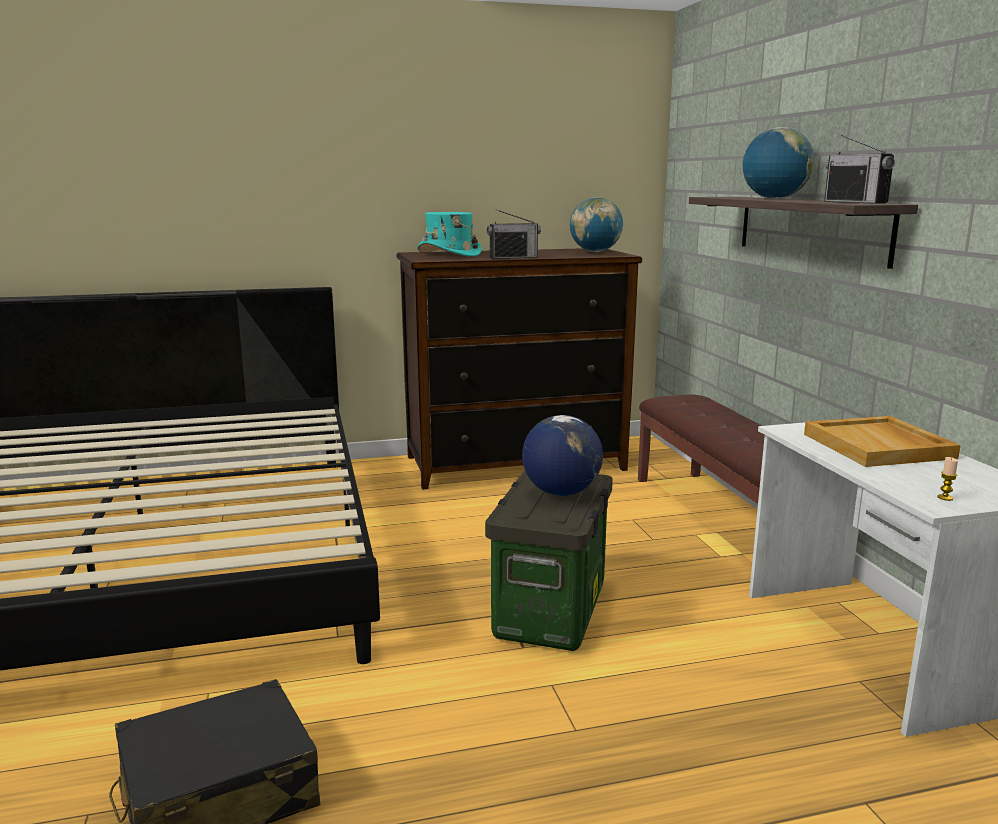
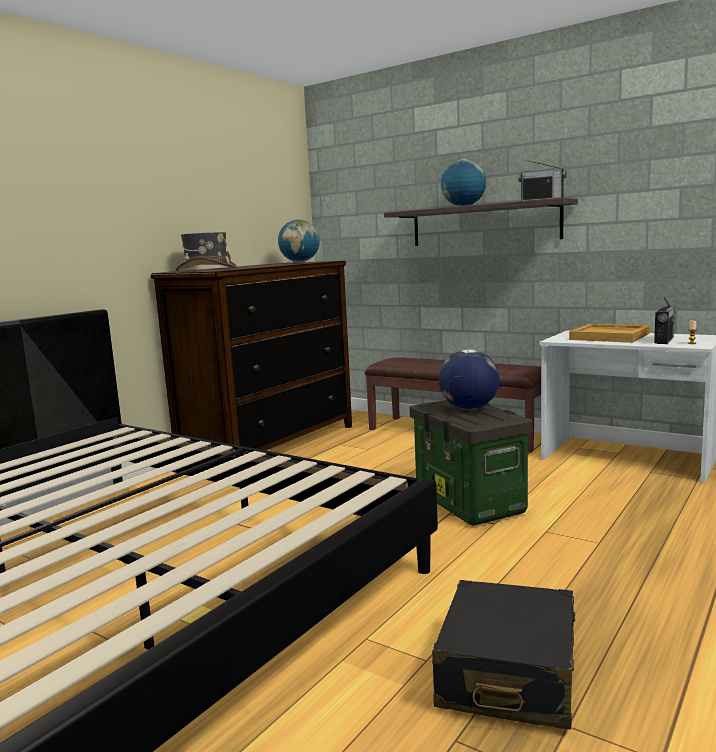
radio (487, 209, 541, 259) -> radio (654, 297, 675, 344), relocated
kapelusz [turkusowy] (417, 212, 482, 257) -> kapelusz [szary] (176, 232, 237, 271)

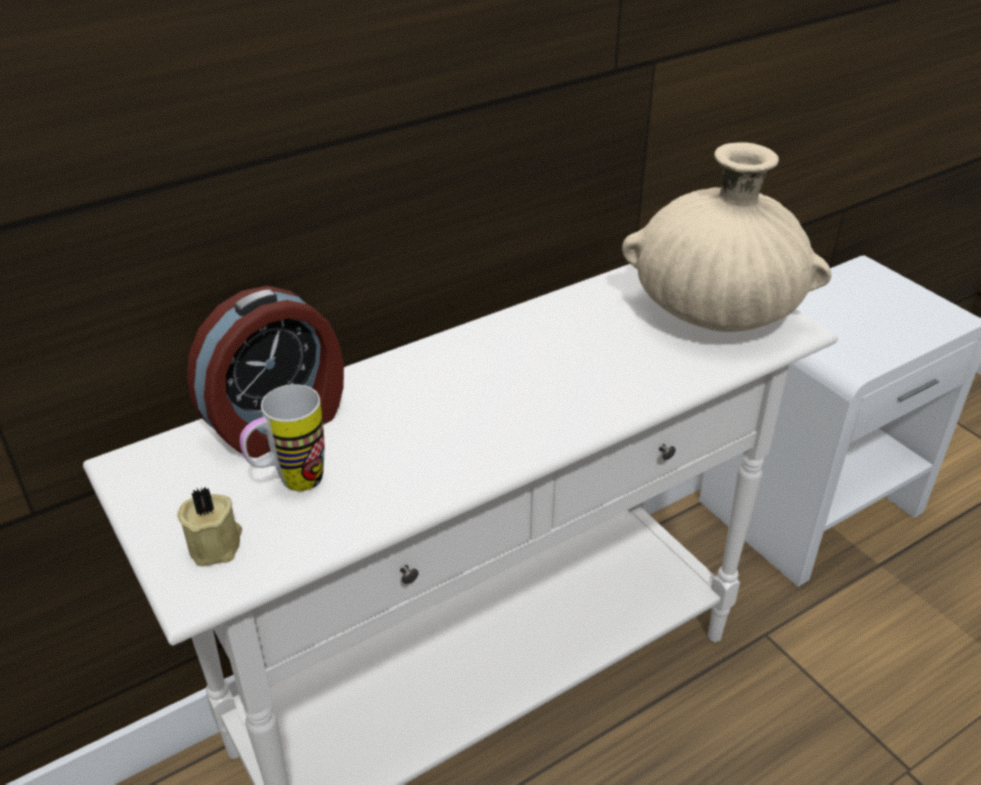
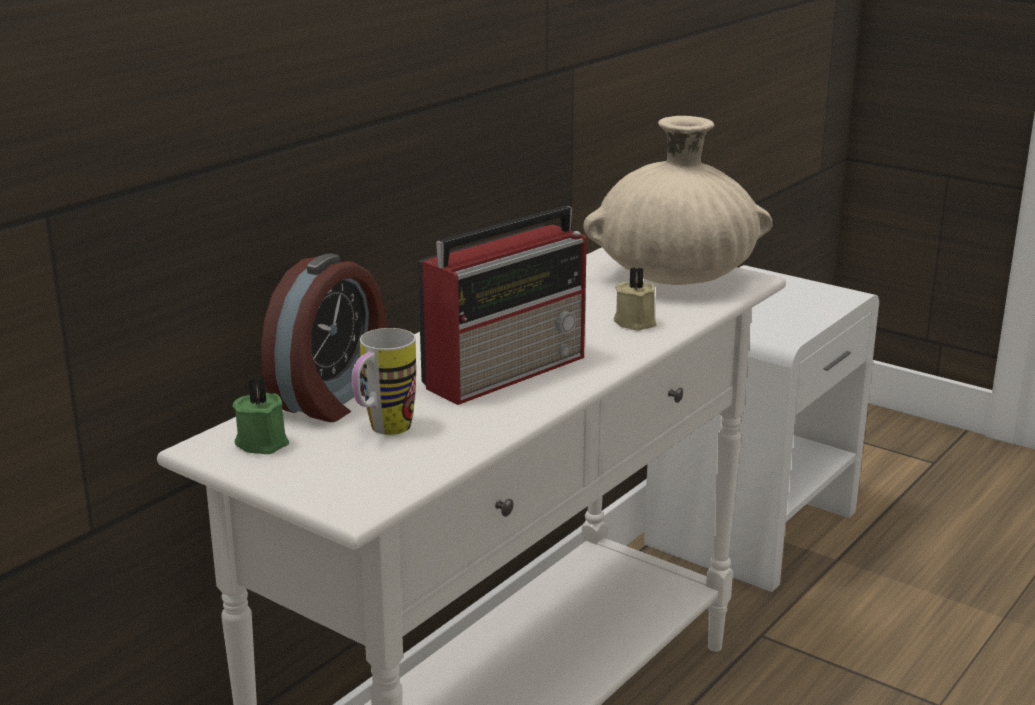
none -> świeca [zielony] (233, 378, 289, 454)
none -> radio (418, 206, 587, 405)
świeca [beżowy] (177, 487, 242, 567) -> świeca [beżowy] (614, 267, 657, 331), relocated

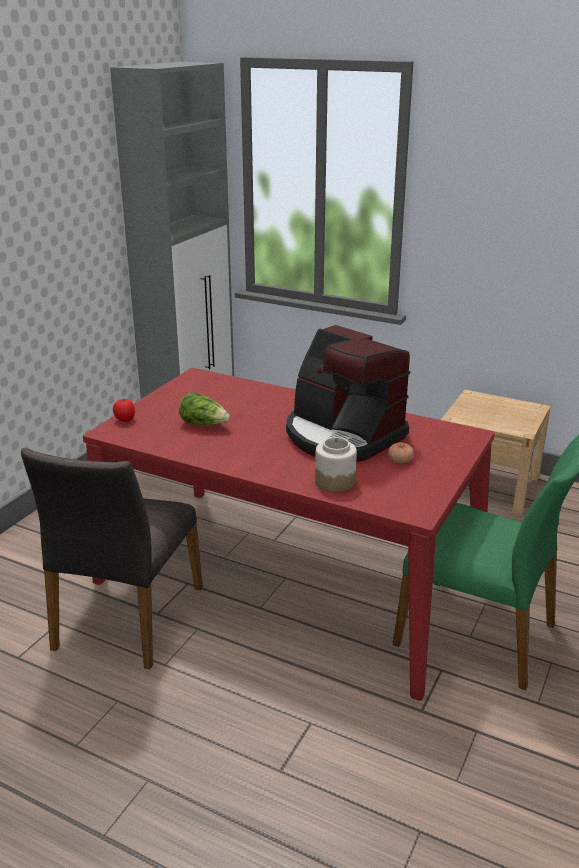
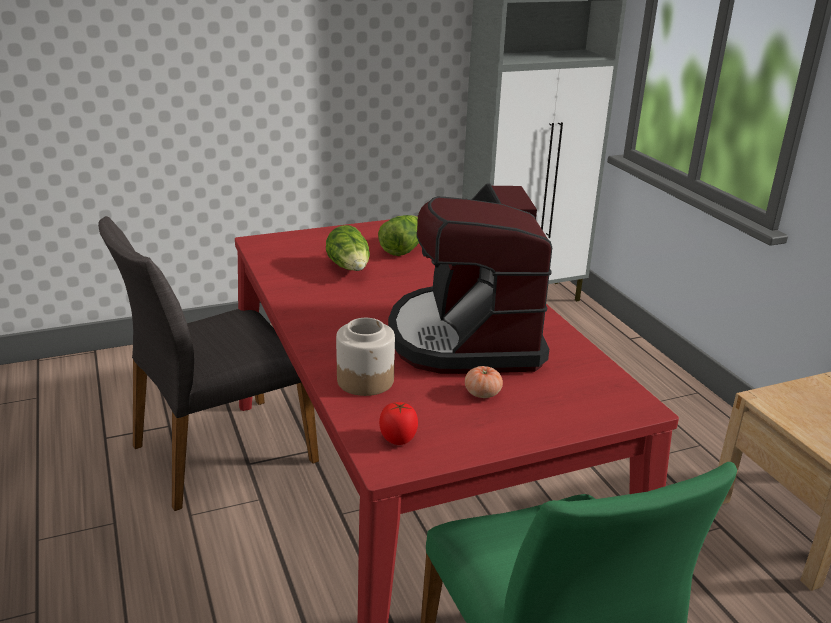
none -> sałata (378, 215, 419, 256)
pomidor (113, 398, 135, 422) -> pomidor (379, 402, 418, 445), relocated

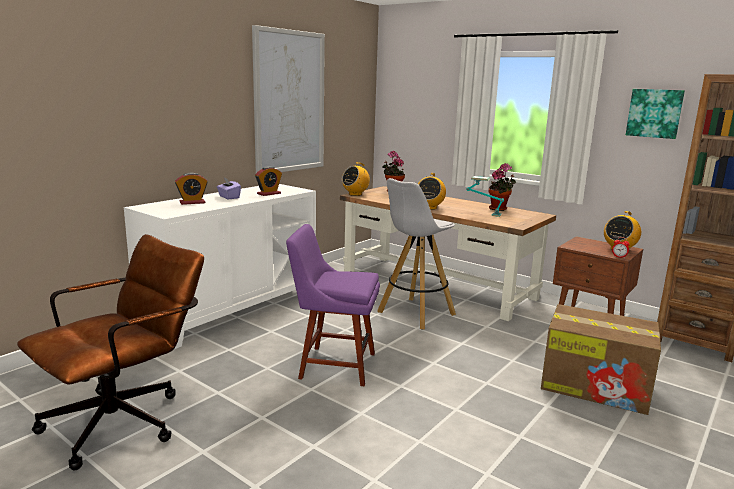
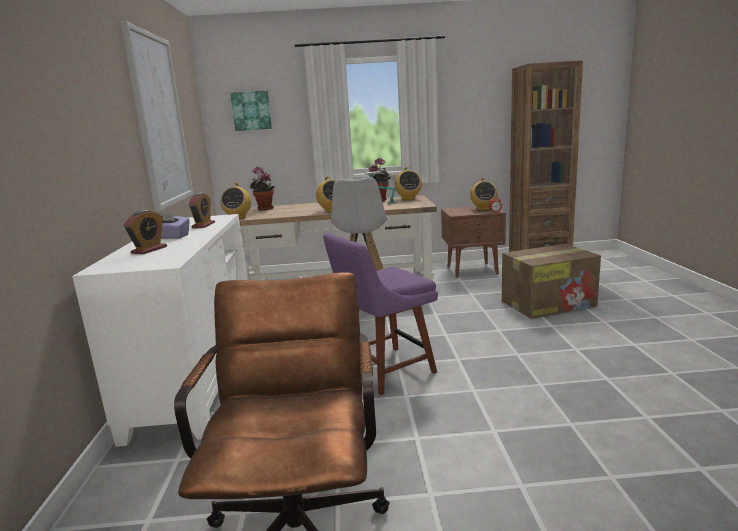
none -> radio (394, 167, 422, 200)
obraz (626, 89, 685, 139) -> obraz (230, 91, 272, 131), relocated

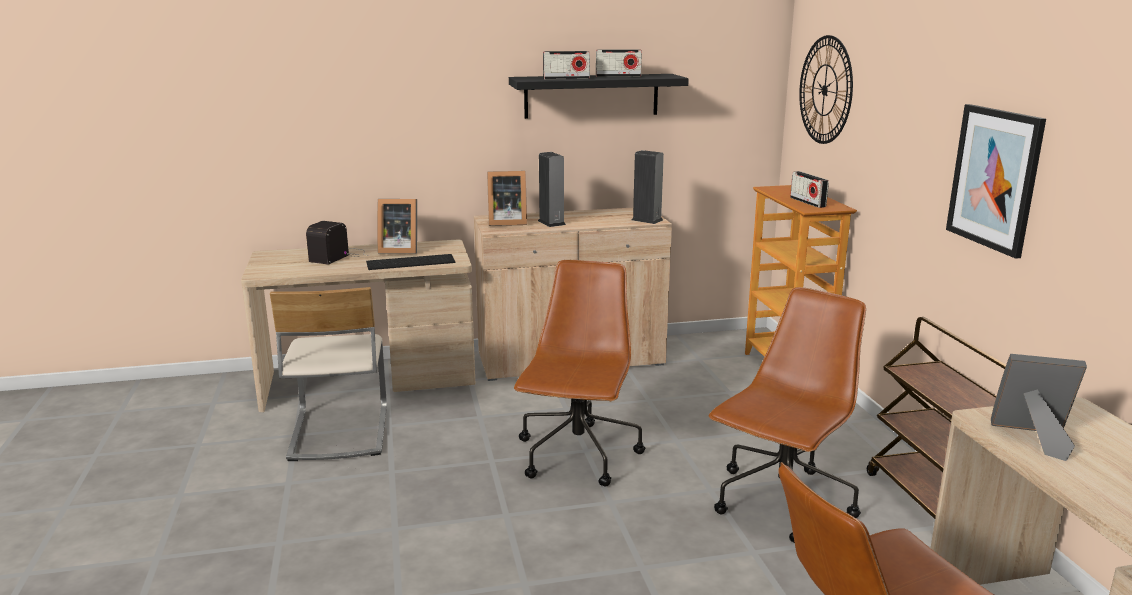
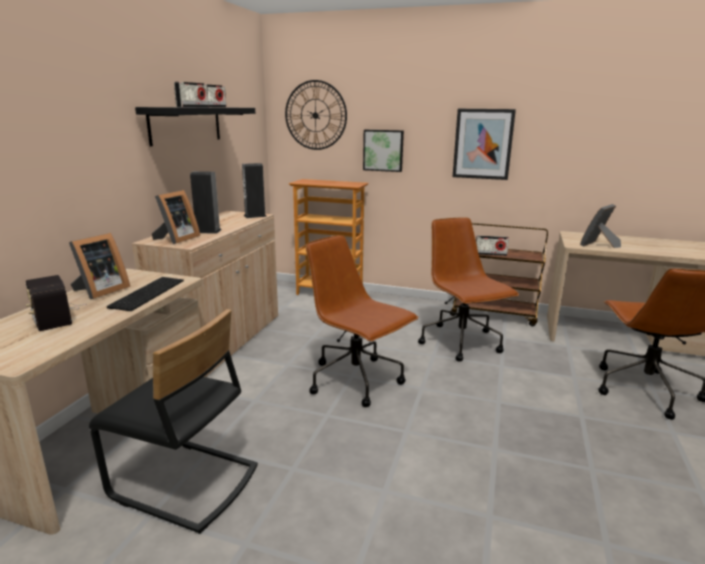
none -> obraz (363, 130, 404, 172)
radio (790, 171, 829, 208) -> radio (476, 236, 509, 256), relocated
krzesło [beżowy] (270, 287, 387, 461) -> krzesło [czarny] (89, 309, 258, 534)

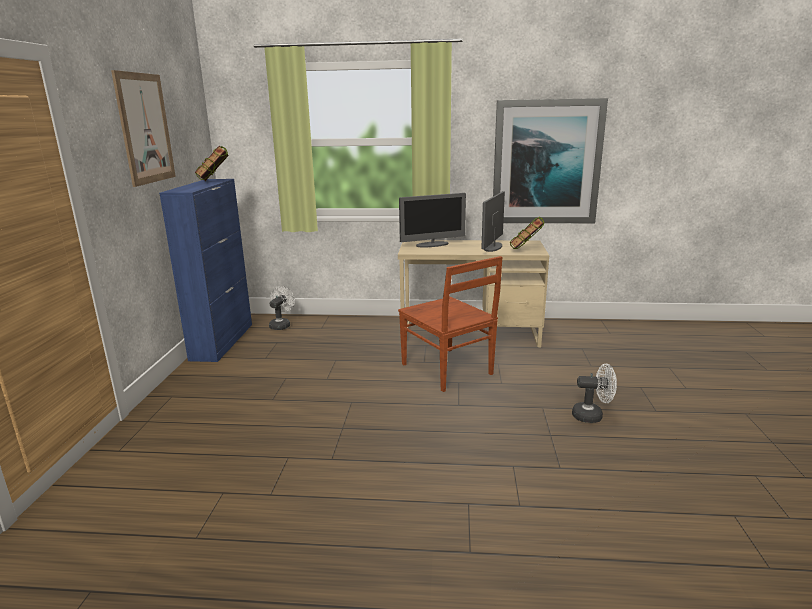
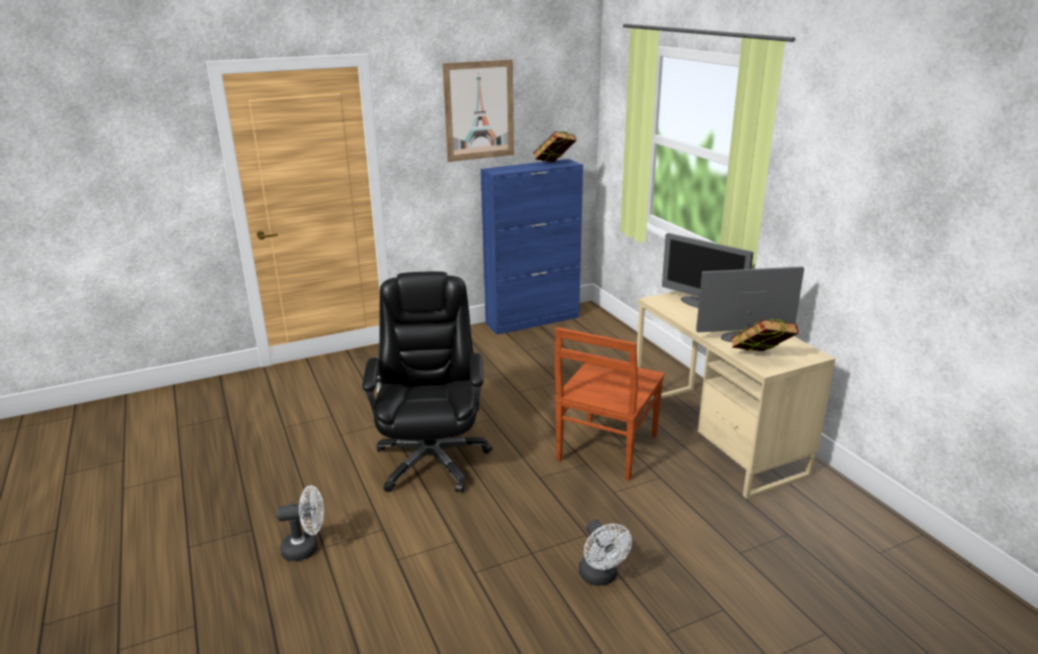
obraz (493, 98, 608, 223) -> none
none -> krzesło biurowe [czarny] (362, 271, 493, 492)
wentylator [biały] (269, 286, 295, 330) -> wentylator [biały] (276, 485, 324, 561), relocated

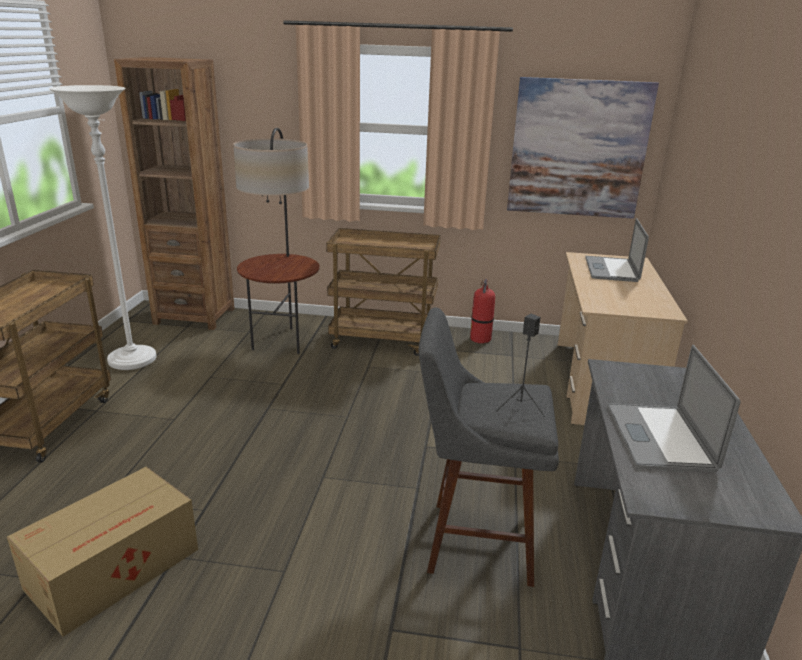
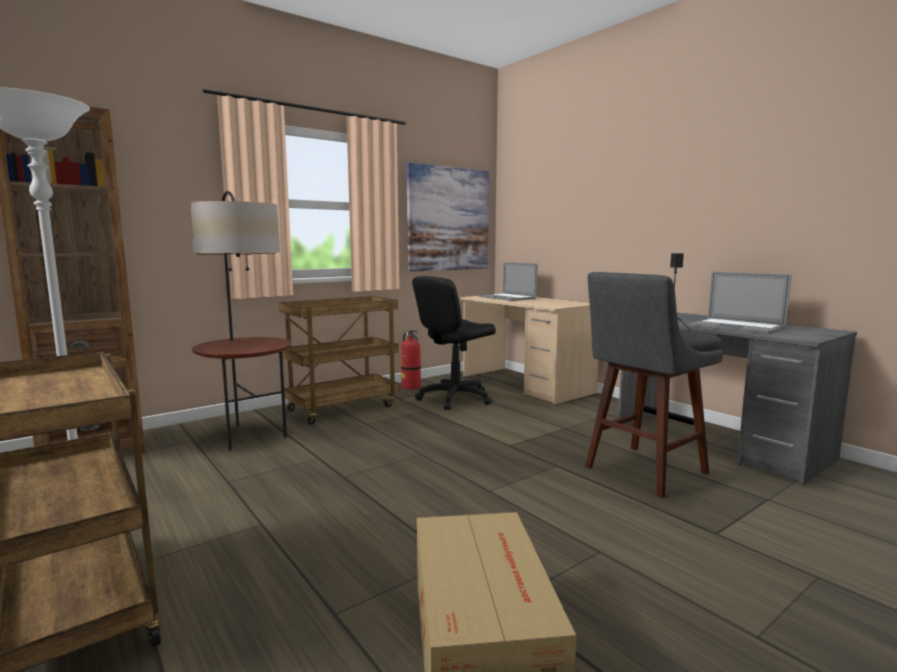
none -> krzesło biurowe [czarny] (412, 276, 496, 410)

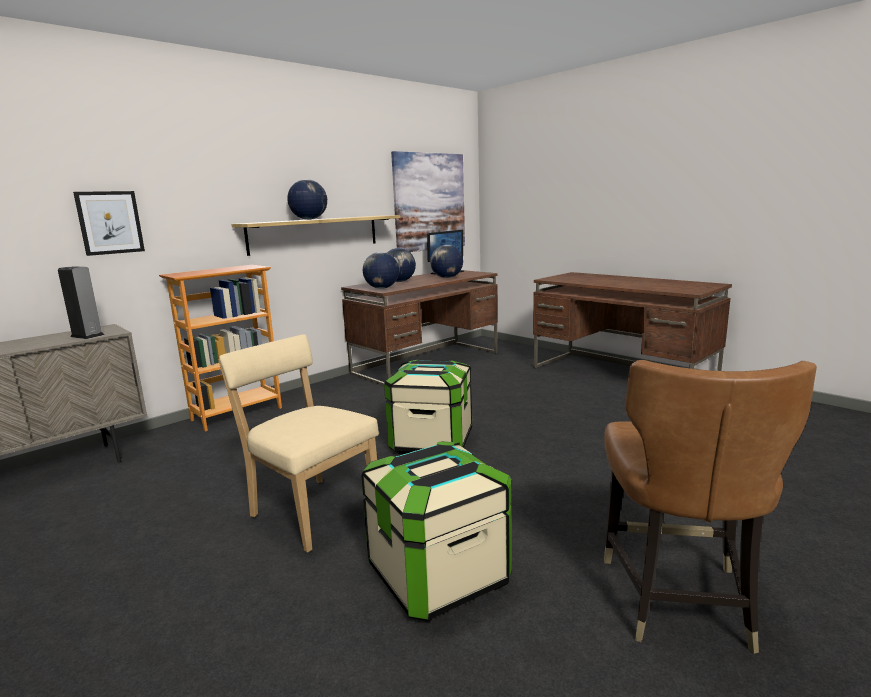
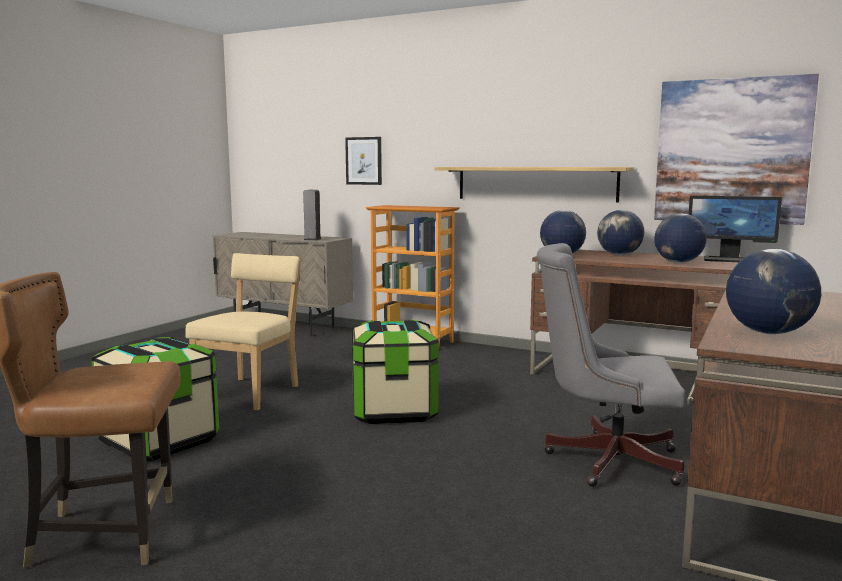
none -> krzesło biurowe [szary] (537, 243, 685, 487)
globus (287, 179, 327, 220) -> globus (726, 249, 821, 334), relocated

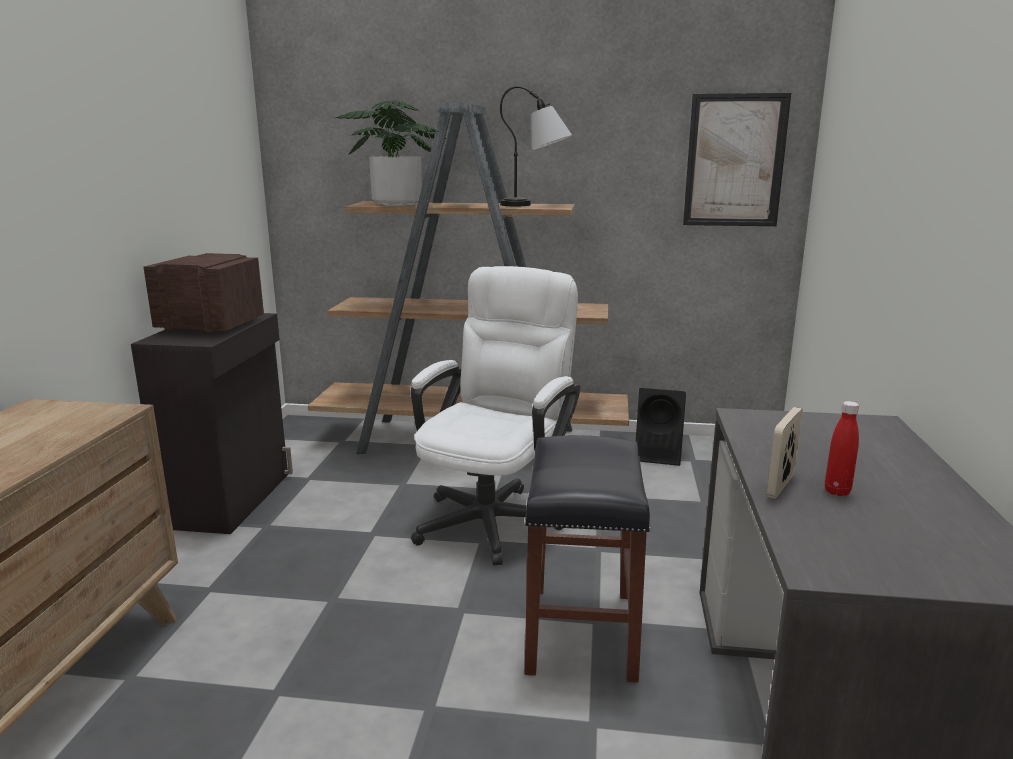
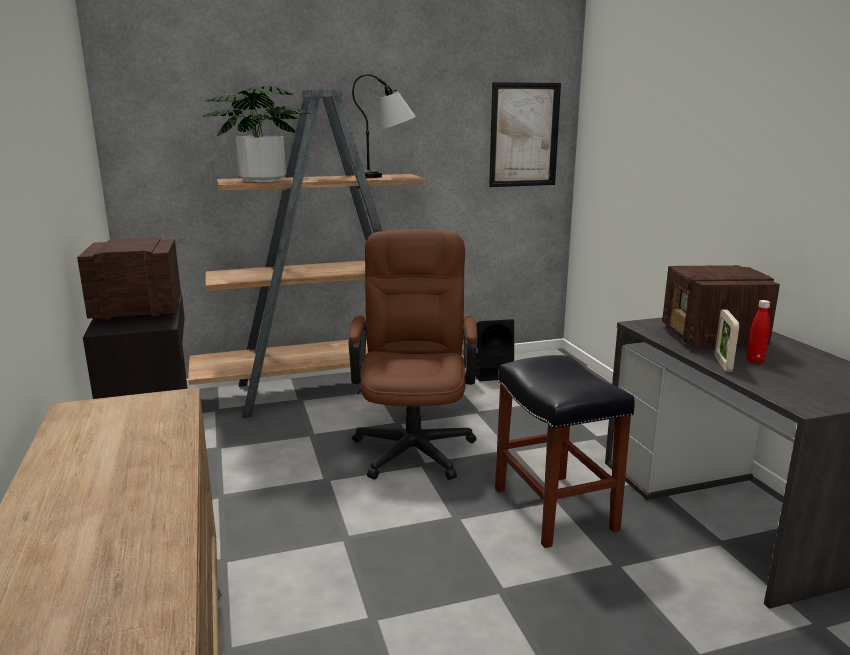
none -> radio (662, 265, 780, 347)
krzesło biurowe [biały] (411, 266, 580, 566) -> krzesło biurowe [brązowy] (348, 229, 477, 480)

